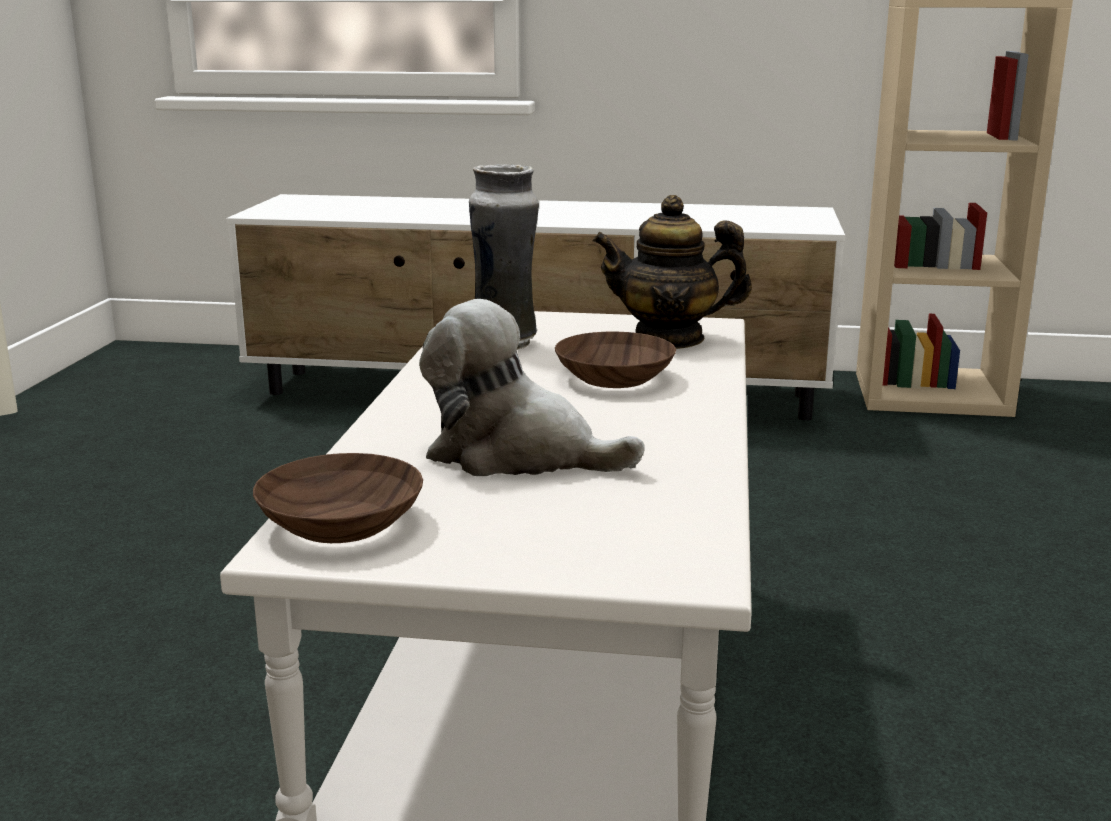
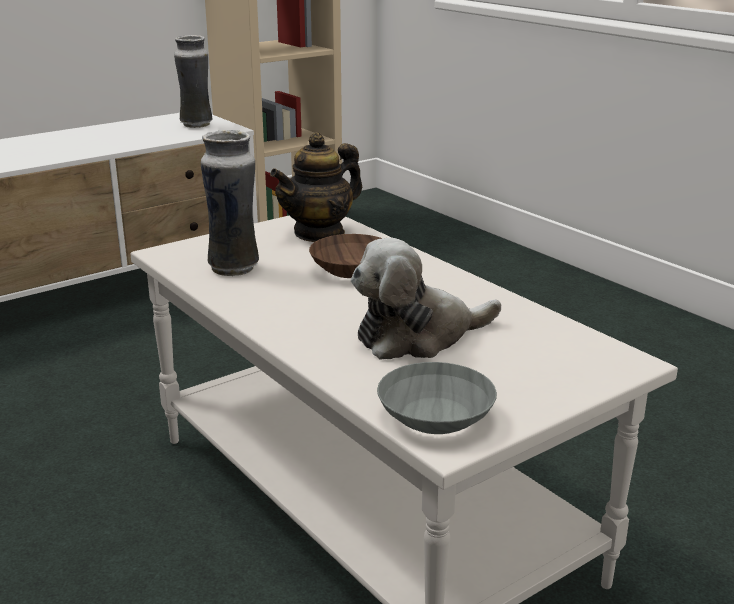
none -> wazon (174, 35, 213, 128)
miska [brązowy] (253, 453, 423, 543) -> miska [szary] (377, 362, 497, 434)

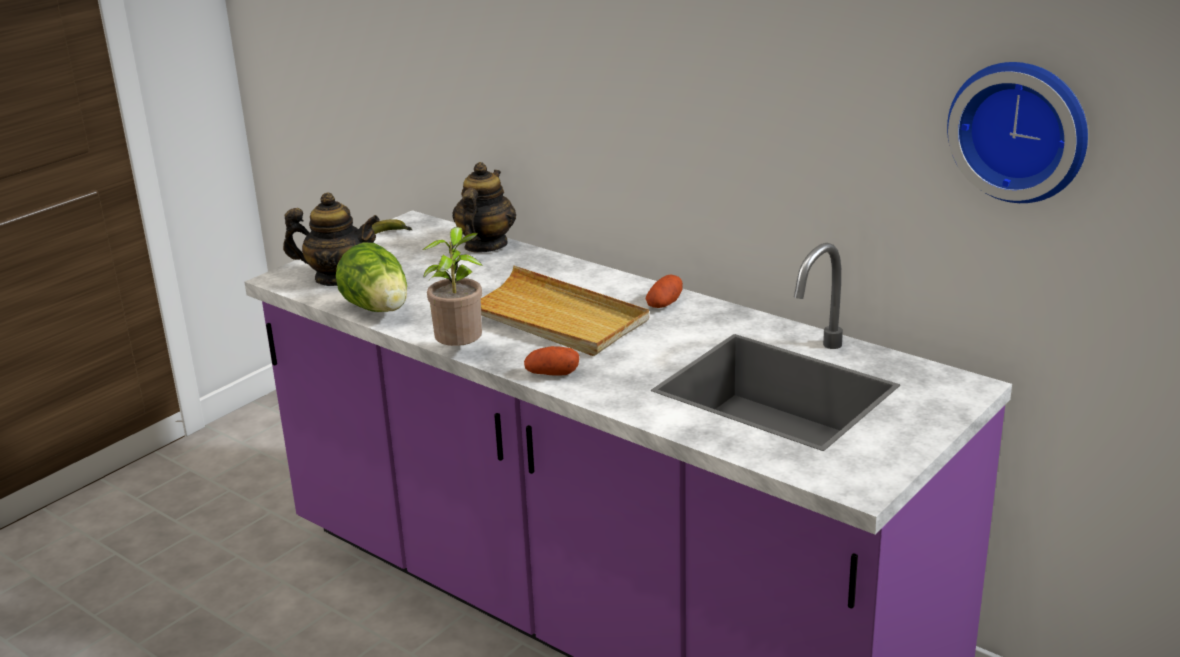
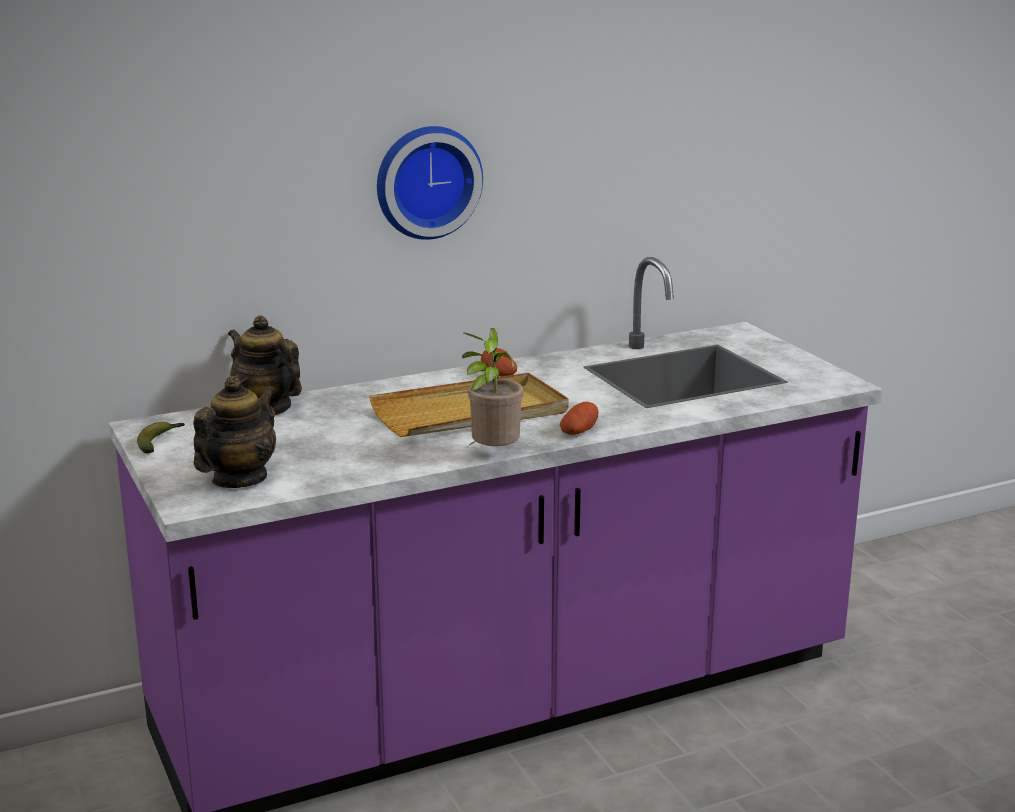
sałata (335, 243, 407, 312) -> none
zegar ścienny (947, 62, 1088, 203) -> zegar ścienny (377, 126, 483, 240), relocated

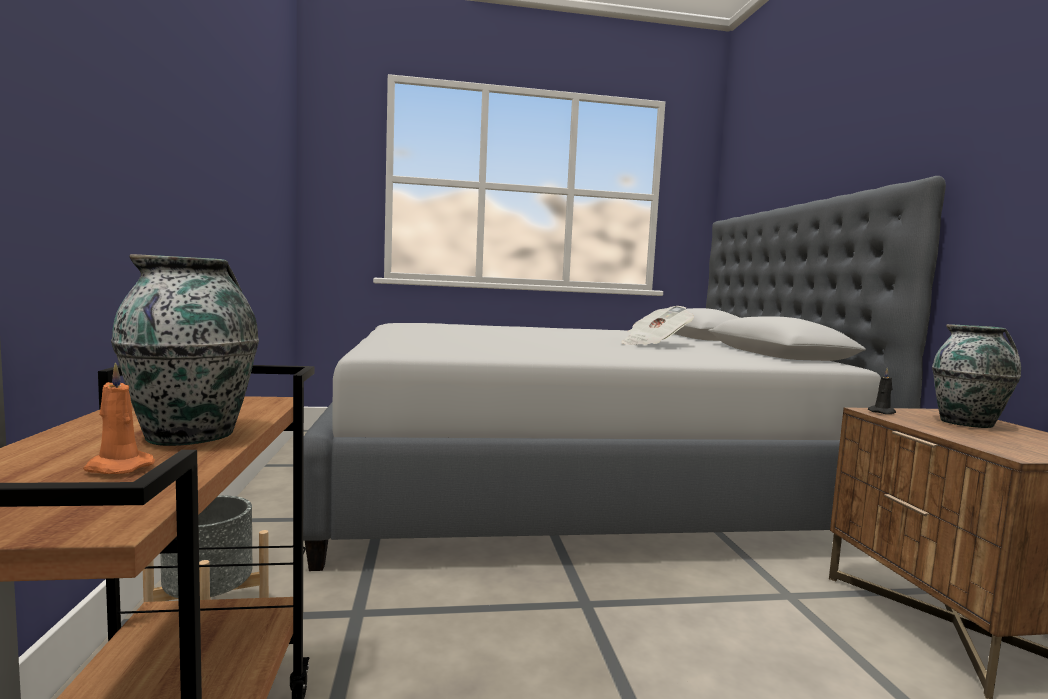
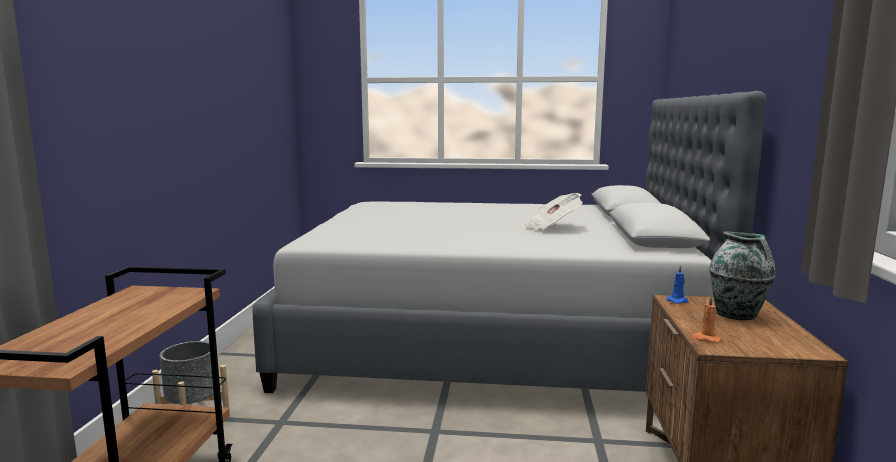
wazon (111, 254, 259, 446) -> none
świeca [pomarańczowy] (83, 362, 155, 474) -> świeca [pomarańczowy] (691, 296, 721, 343), relocated
świeca [czarny] (868, 367, 896, 414) -> świeca [niebieski] (666, 265, 689, 303)

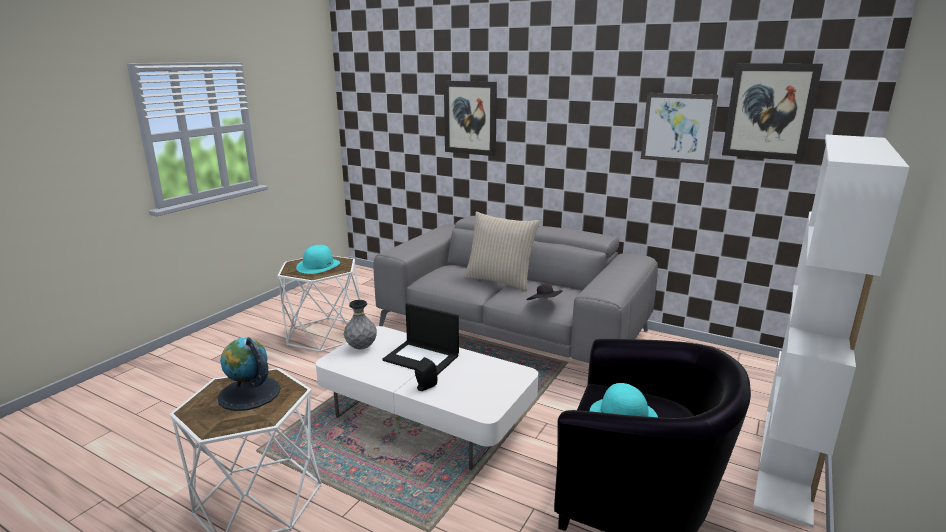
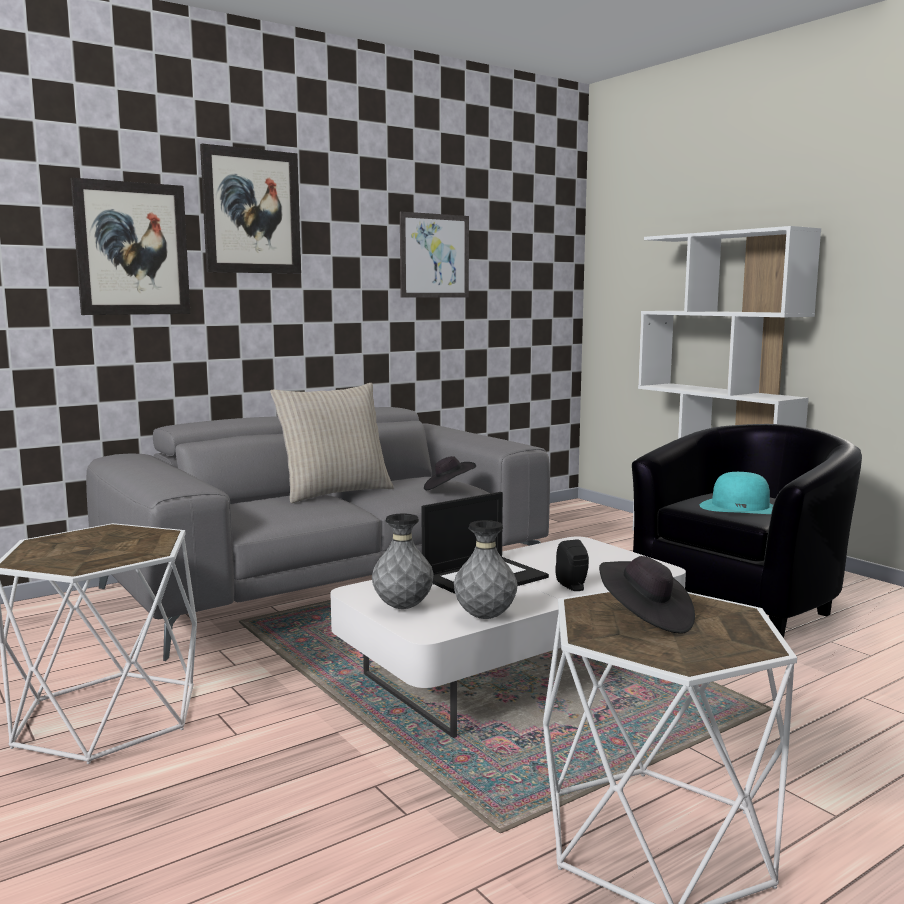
kapelusz [turkusowy] (296, 245, 340, 274) -> none
none -> wazon [szary] (454, 520, 518, 619)
obraz (722, 63, 823, 161) -> obraz (200, 144, 301, 274), relocated
globus (218, 337, 281, 411) -> kapelusz [czarny] (599, 556, 695, 634)

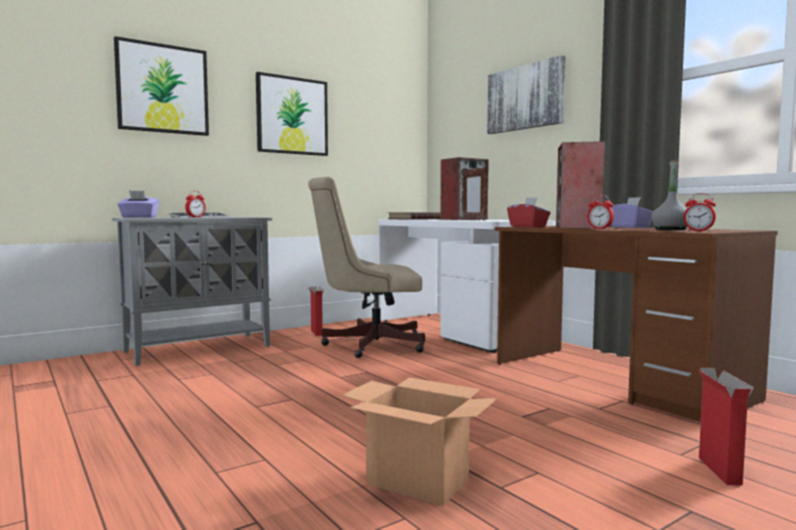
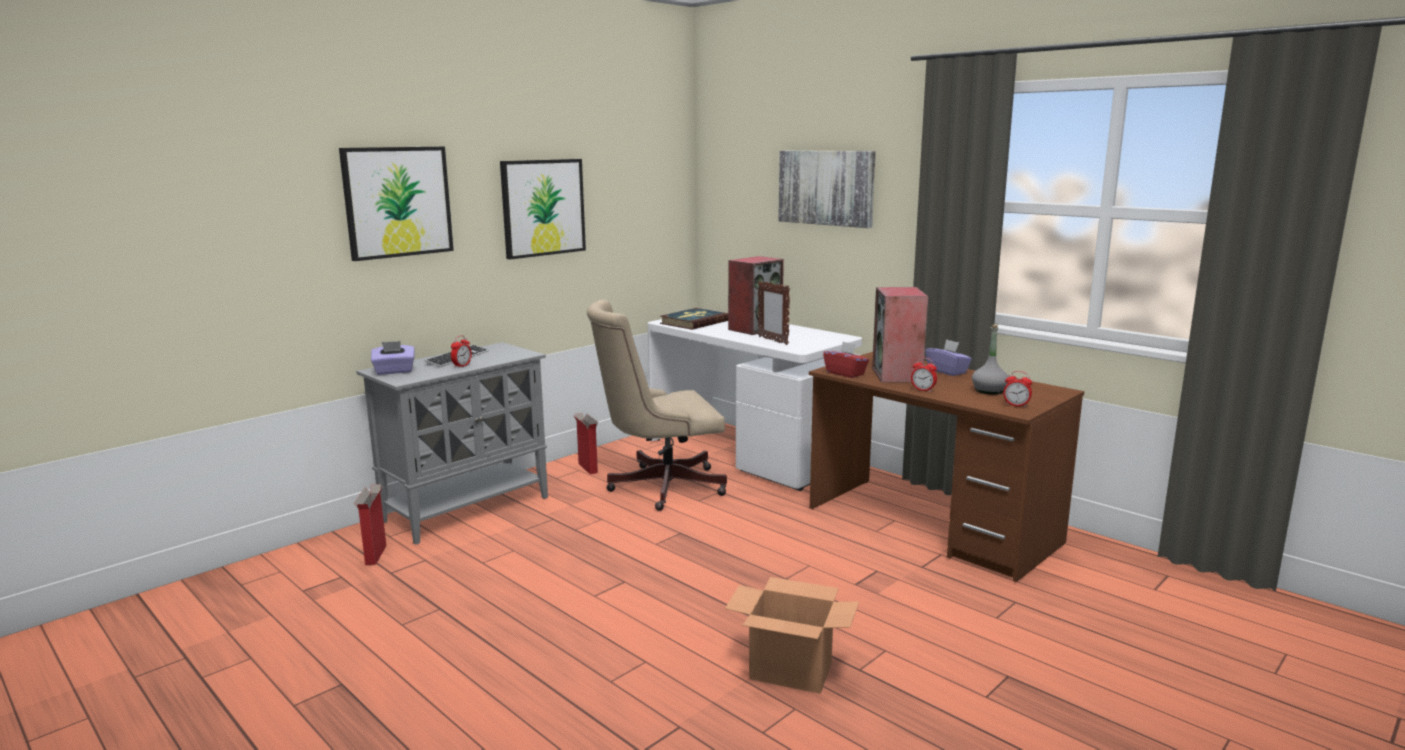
karton (698, 368, 754, 485) -> karton (354, 484, 386, 565), relocated

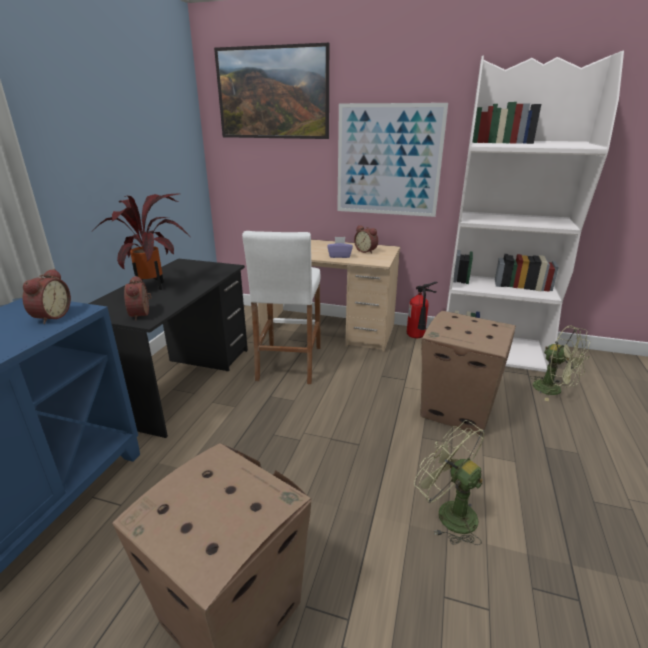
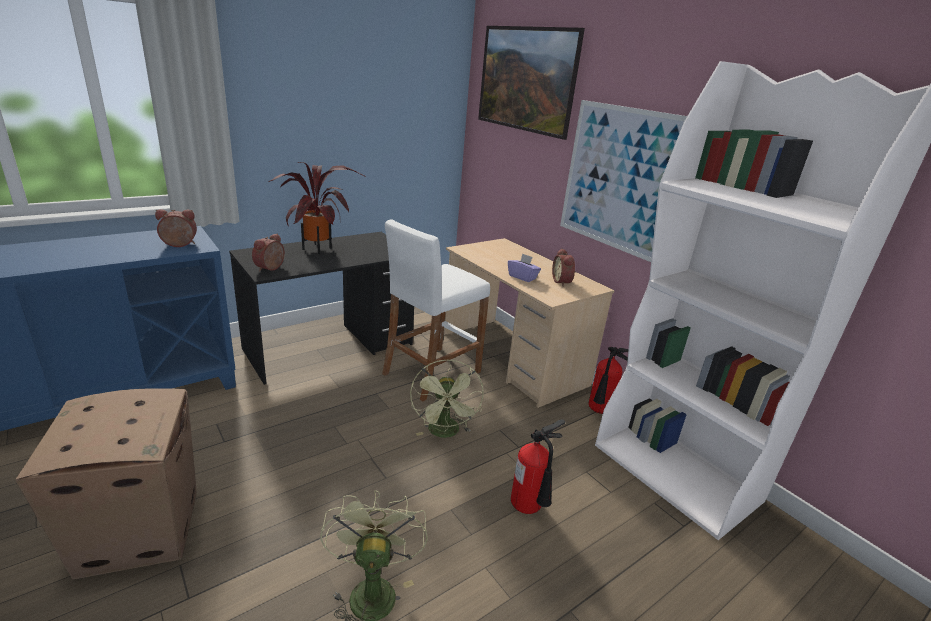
wentylator [zielony] (529, 326, 590, 401) -> wentylator [zielony] (410, 359, 484, 438), relocated
karton (420, 311, 516, 436) -> gaśnica (511, 419, 565, 514)
budzik (23, 269, 71, 324) -> budzik (155, 209, 197, 247), 150 degrees counterclockwise

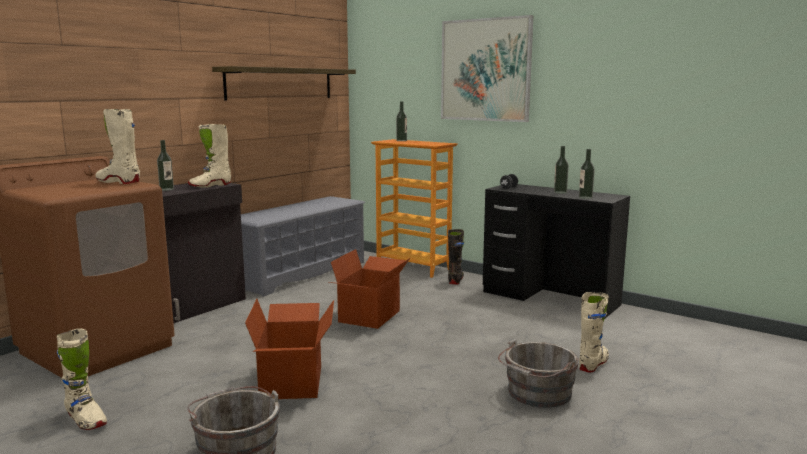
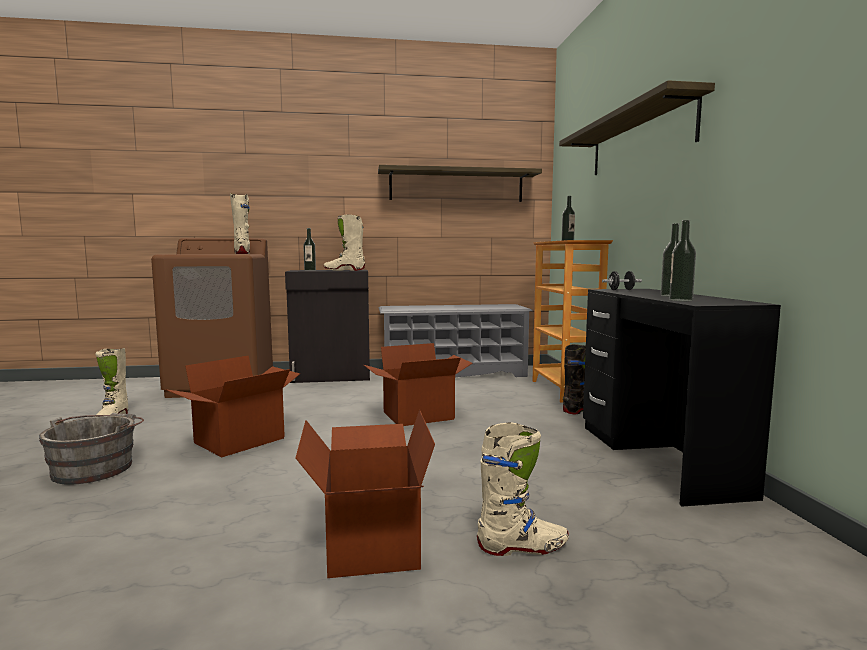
obraz (441, 15, 534, 122) -> półka (559, 80, 715, 175)
wiadro [szary] (498, 339, 579, 408) -> karton (296, 410, 435, 578)

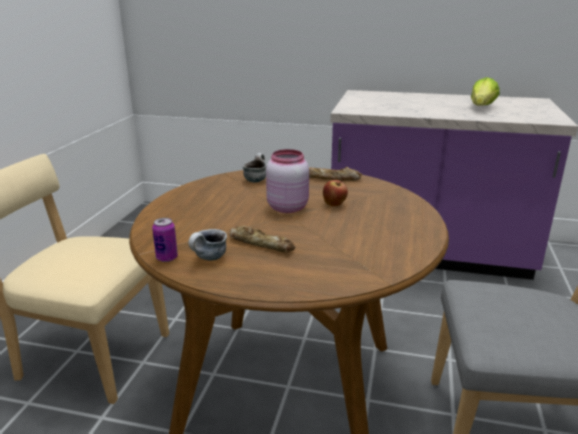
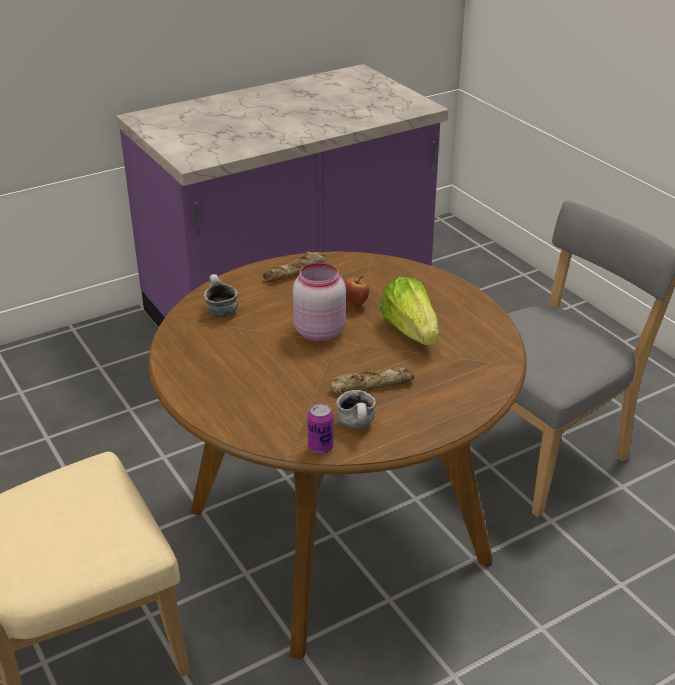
sałata (471, 77, 500, 106) -> sałata (380, 277, 439, 345), relocated

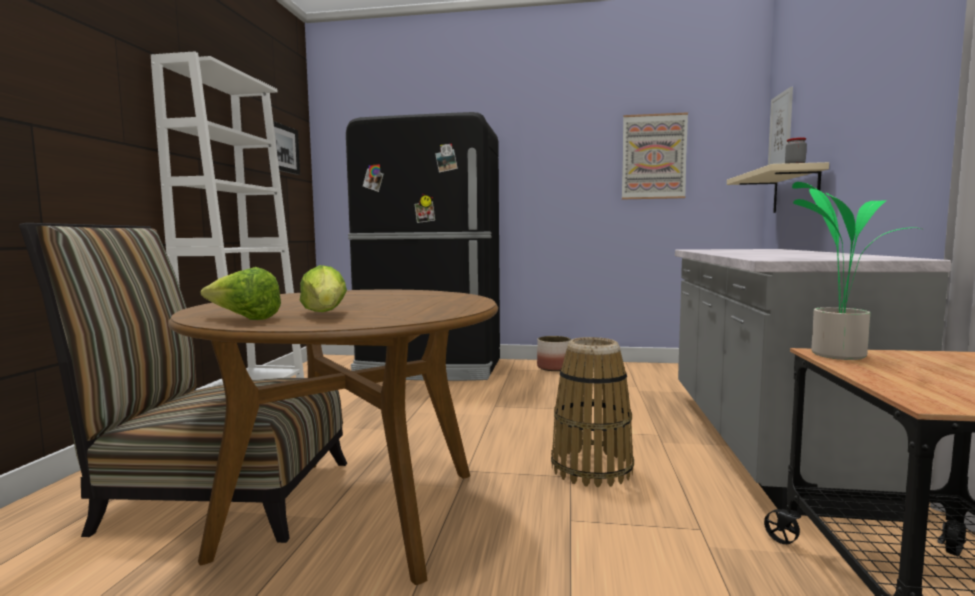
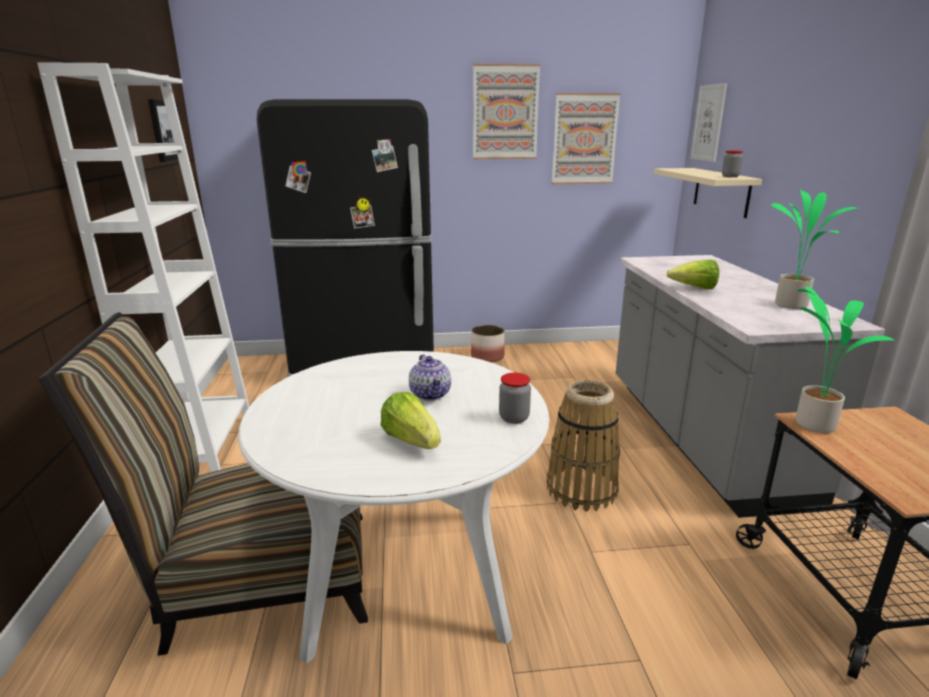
none -> imbryk (409, 354, 451, 401)
none -> obraz (473, 64, 540, 159)
none -> słoik (499, 373, 531, 424)
none -> roślina doniczkowa (771, 189, 859, 309)
sałata (201, 267, 281, 320) -> sałata (667, 259, 719, 289), relocated
stół jadalny [brązowy] (168, 290, 498, 585) -> stół jadalny [biały] (238, 351, 549, 663)

